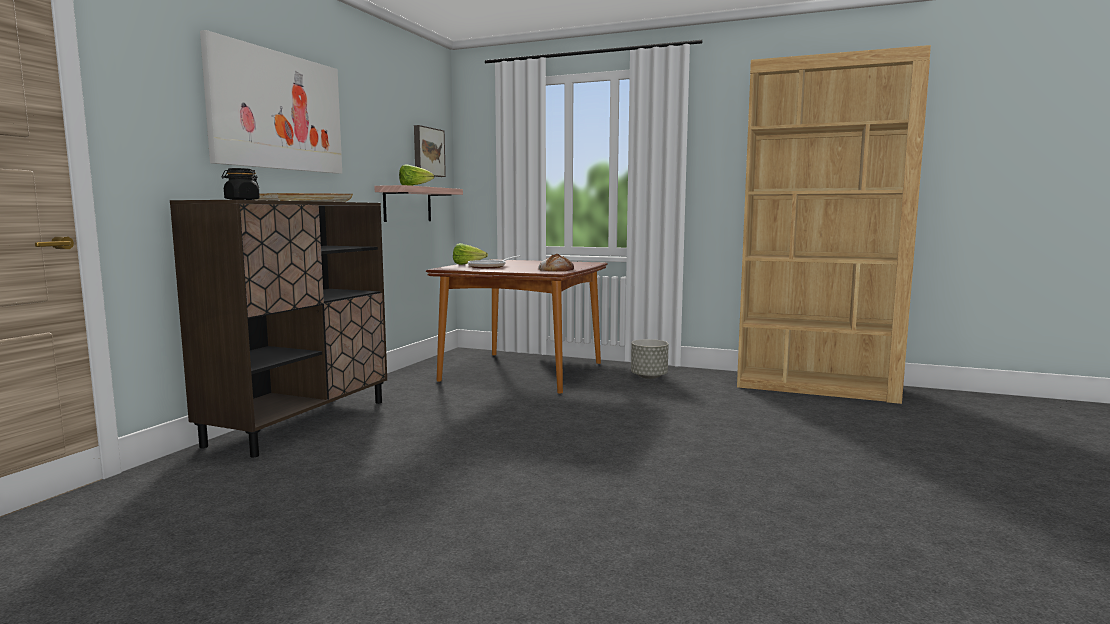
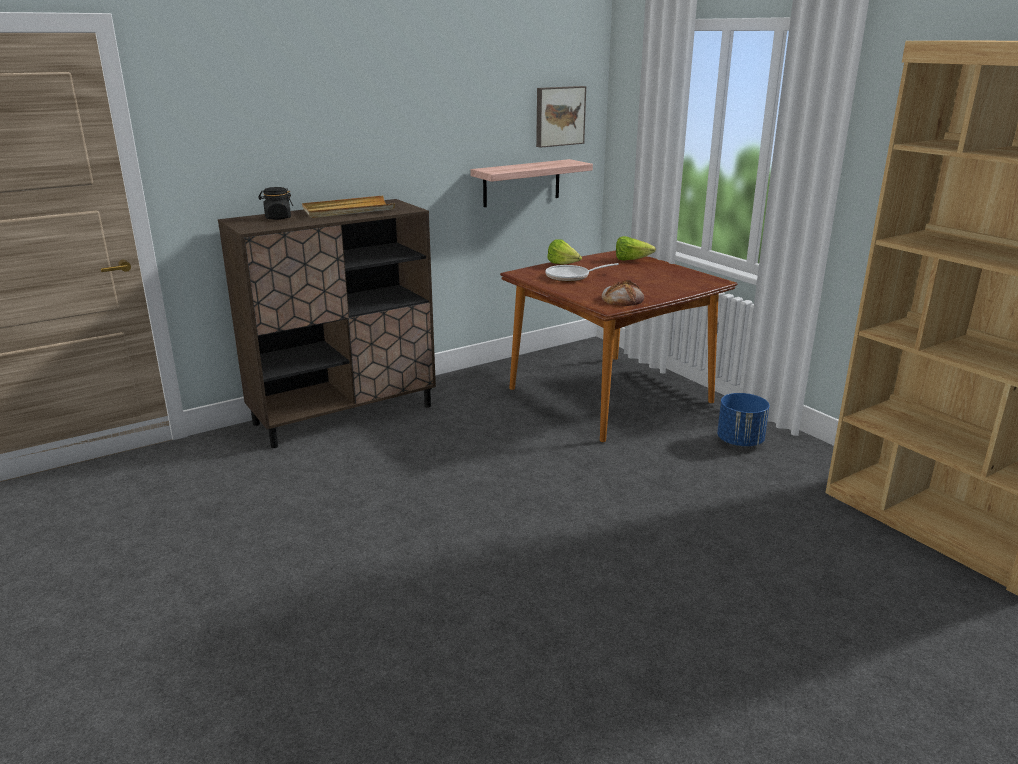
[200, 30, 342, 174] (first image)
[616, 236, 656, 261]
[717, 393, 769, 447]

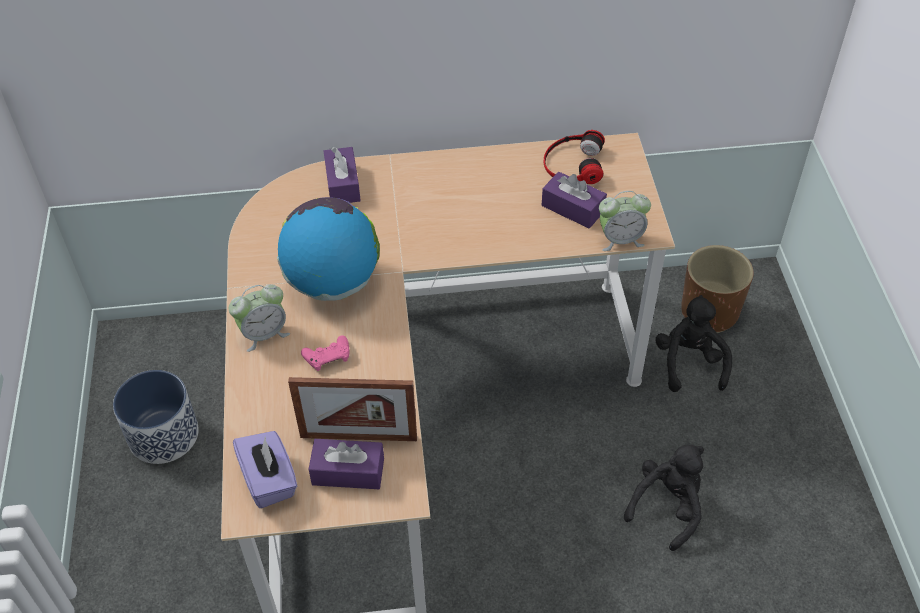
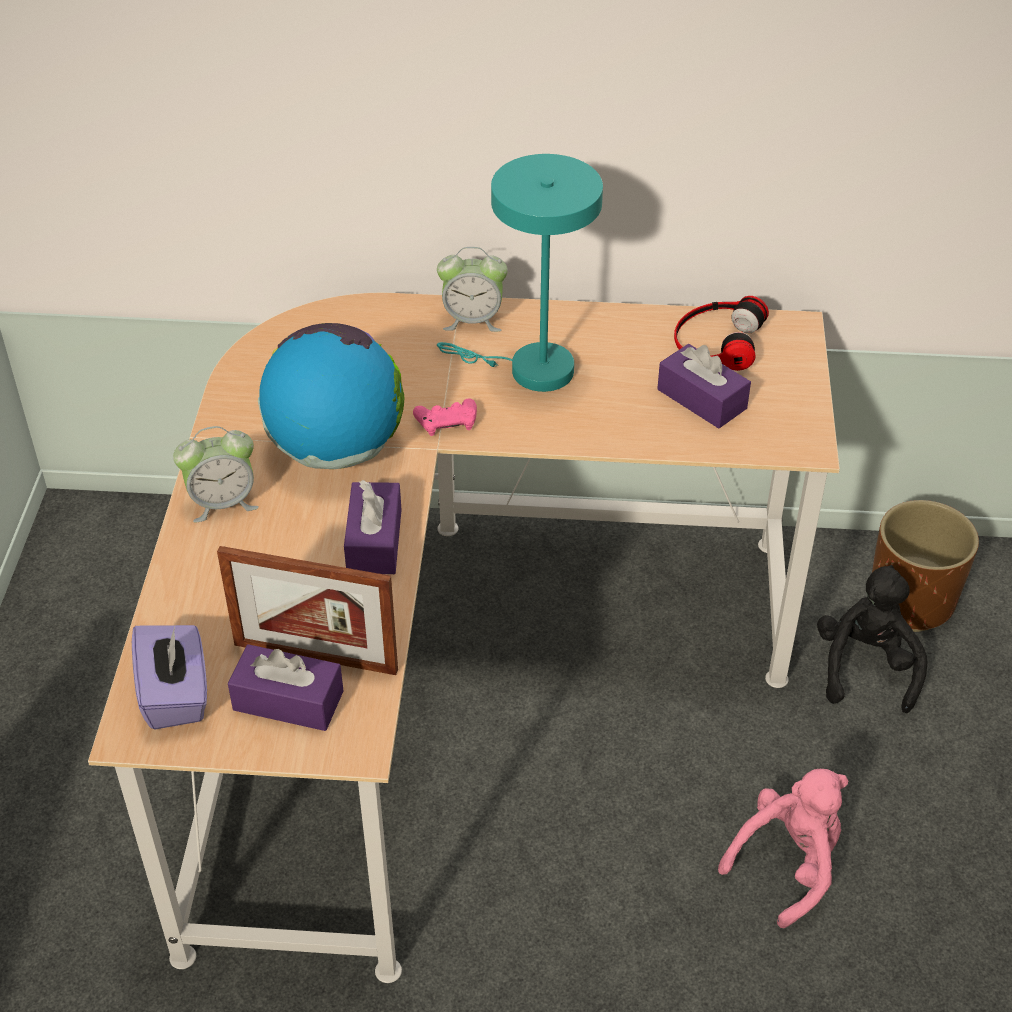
[113, 370, 199, 464] (first image)
[413, 398, 477, 436]
[344, 480, 401, 574]
[437, 247, 508, 332]
[718, 769, 848, 928]
[437, 154, 603, 392]

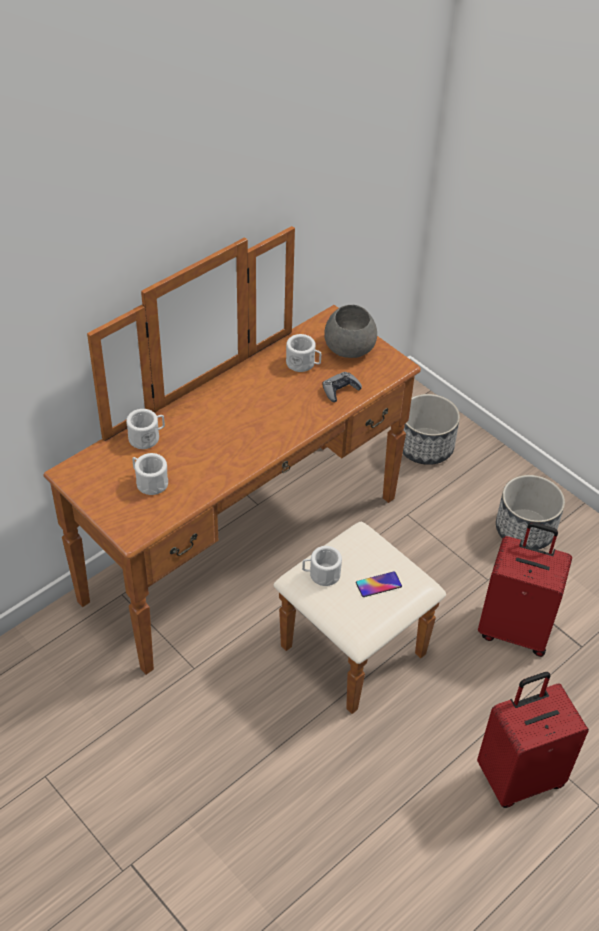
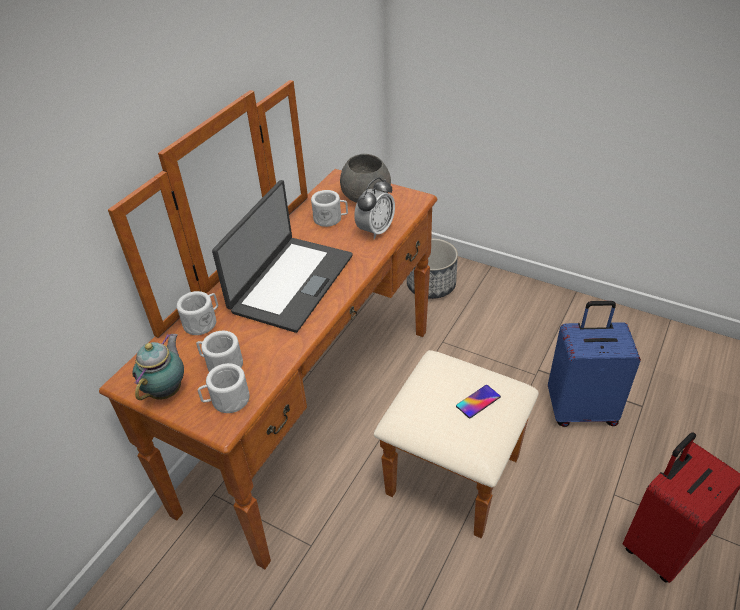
[198, 363, 250, 413]
[354, 177, 395, 240]
[548, 301, 641, 427]
[496, 475, 565, 550] (first image)
[132, 334, 184, 400]
[212, 180, 353, 333]

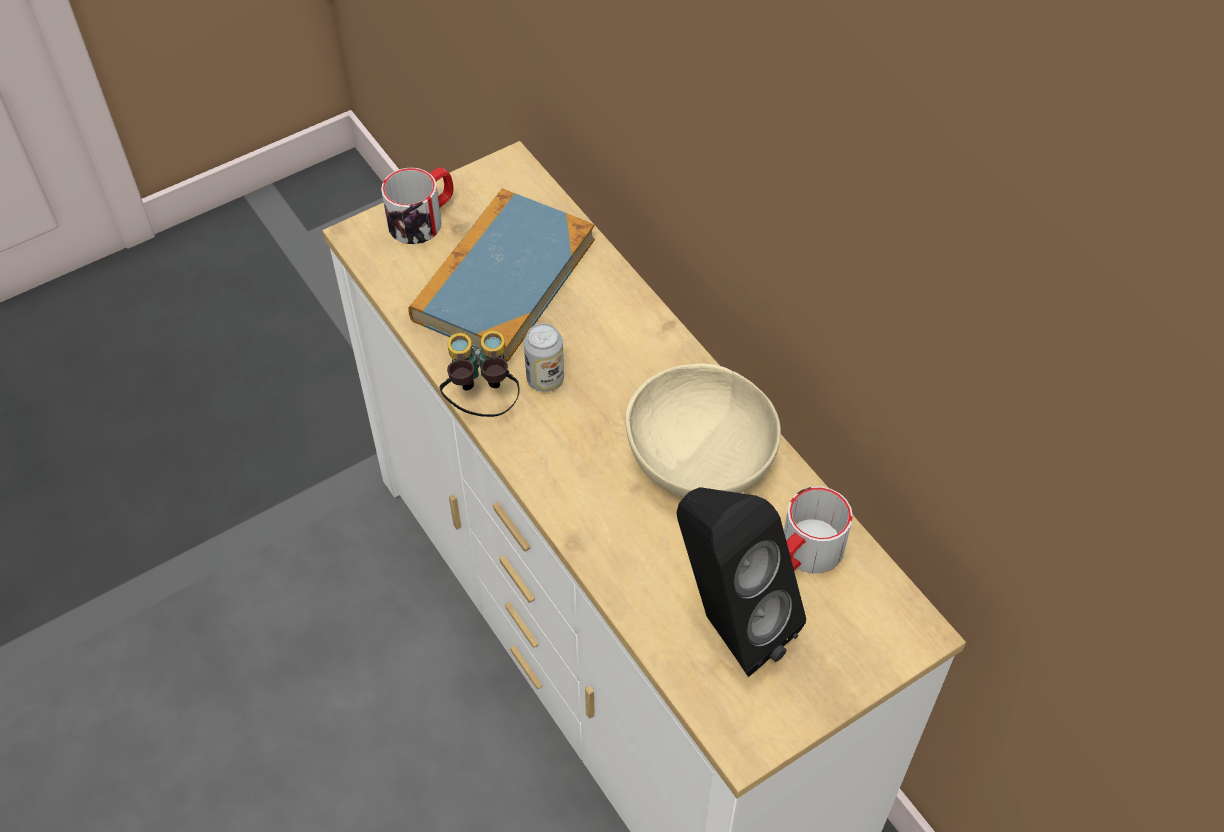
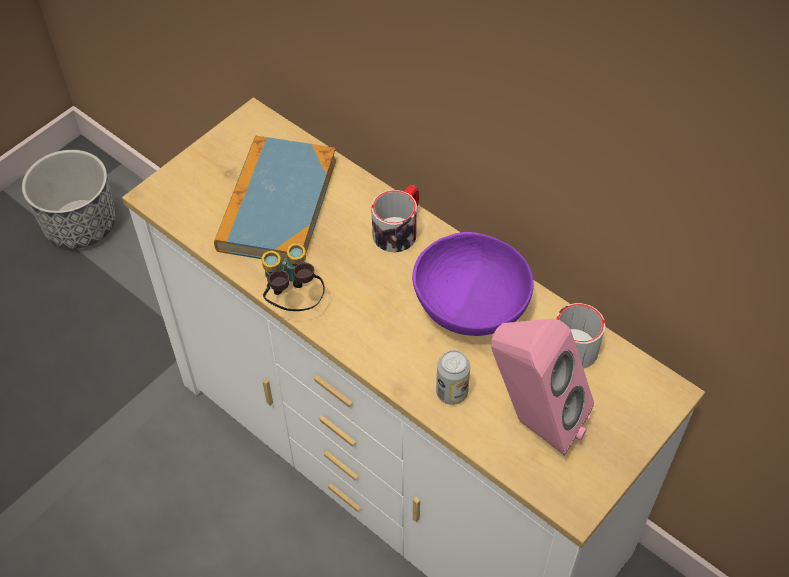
[371, 185, 419, 252]
[436, 350, 470, 405]
[412, 232, 533, 336]
[491, 319, 594, 456]
[22, 150, 116, 249]

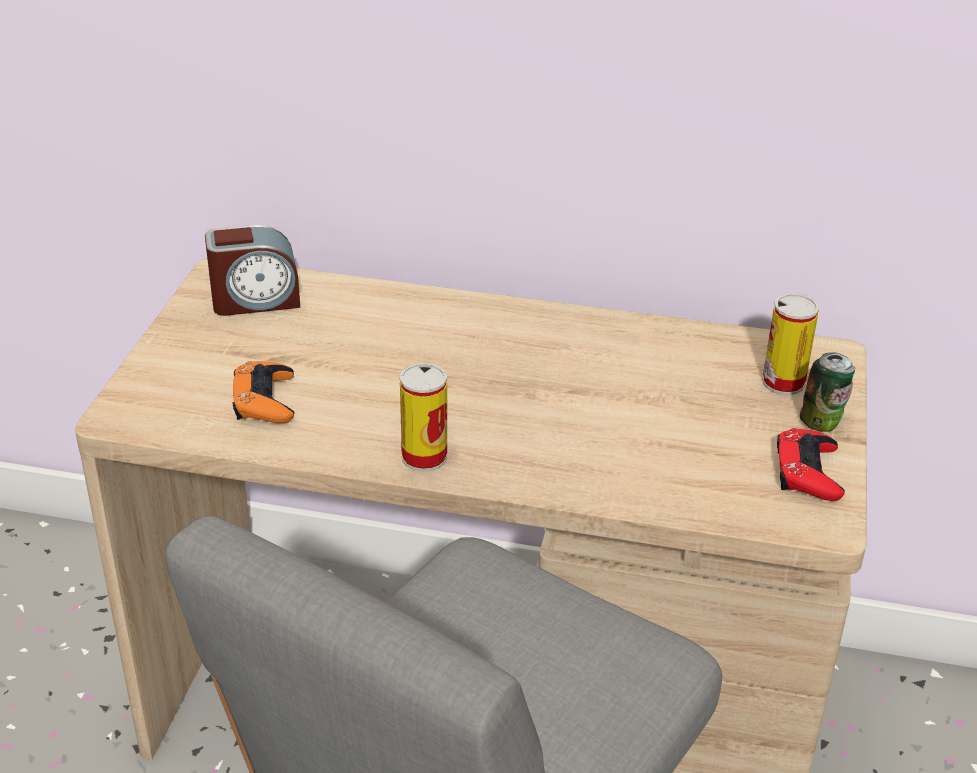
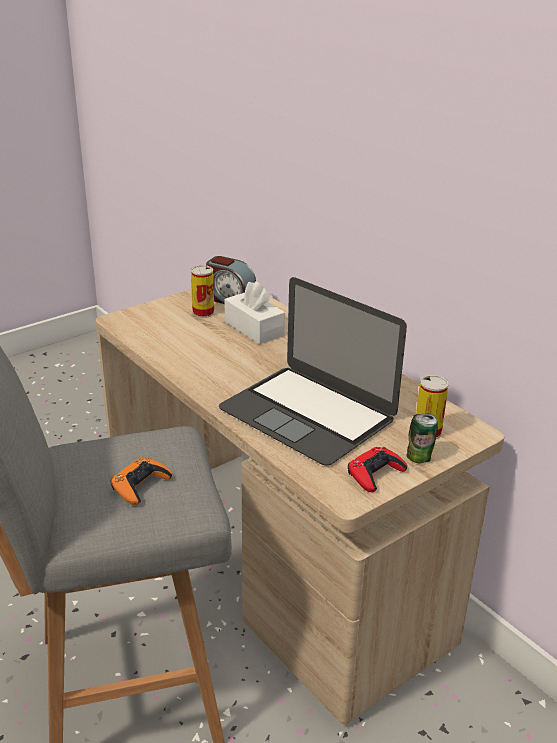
[111, 457, 172, 505]
[191, 265, 214, 318]
[219, 277, 407, 466]
[224, 281, 285, 344]

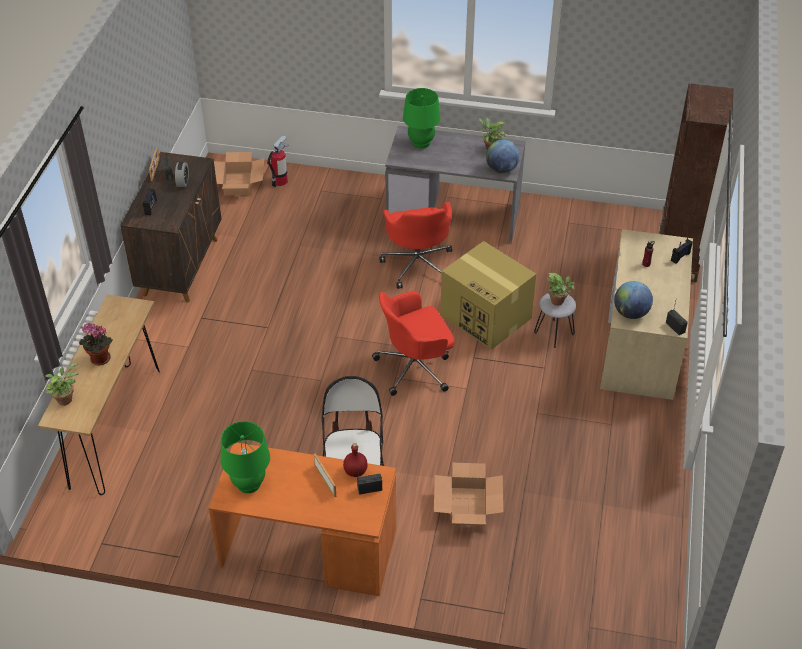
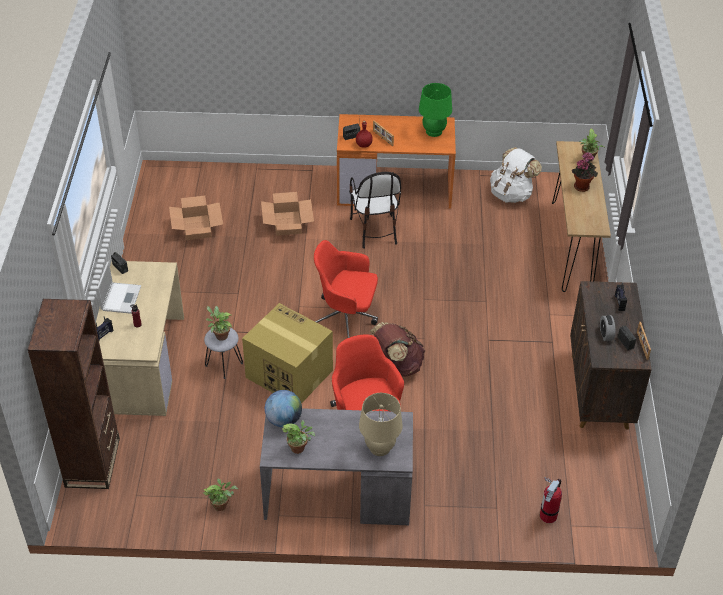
[169, 196, 223, 240]
[314, 240, 378, 338]
[359, 393, 403, 456]
[614, 281, 653, 319] (first image)
[97, 261, 141, 314]
[203, 479, 238, 511]
[370, 322, 425, 377]
[490, 147, 542, 203]

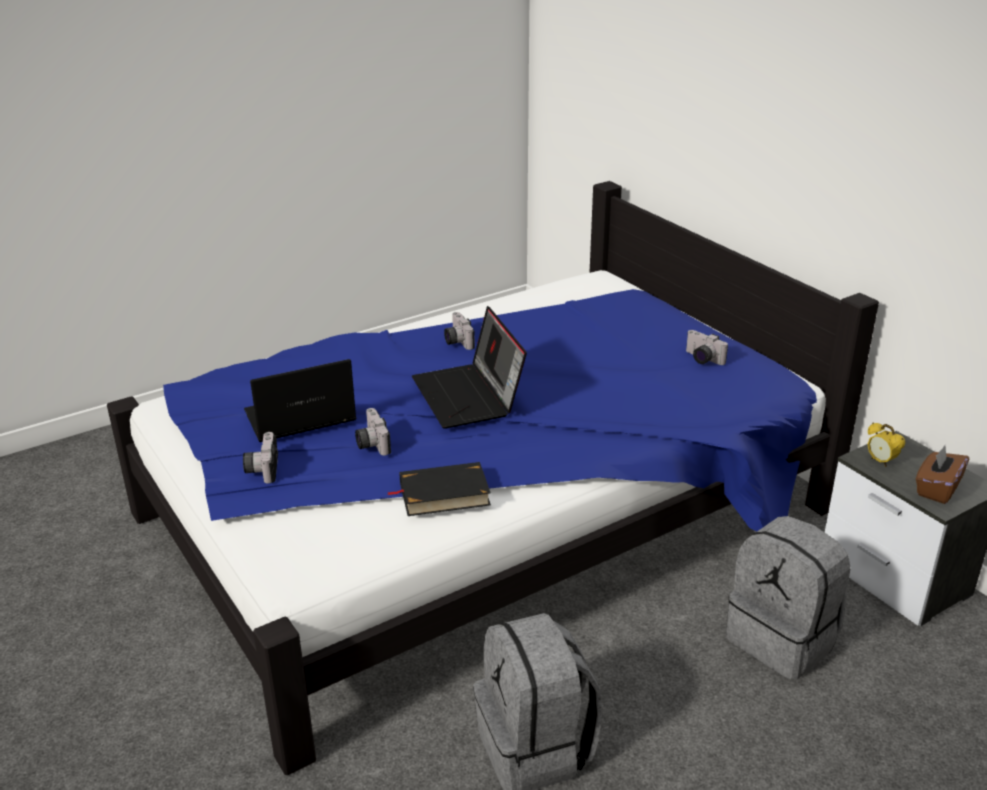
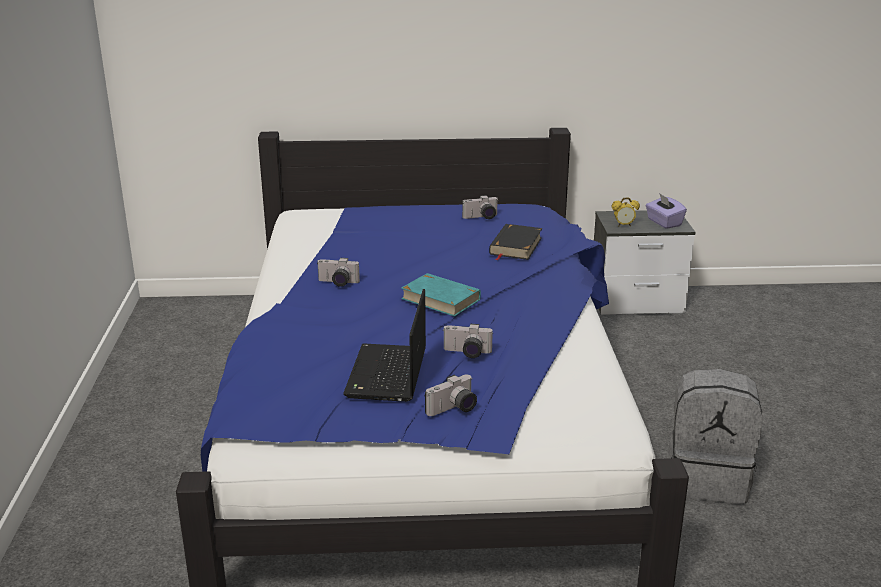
[425, 375, 477, 416]
[489, 224, 542, 261]
[401, 273, 481, 317]
[726, 516, 851, 680] (first image)
[646, 193, 687, 229]

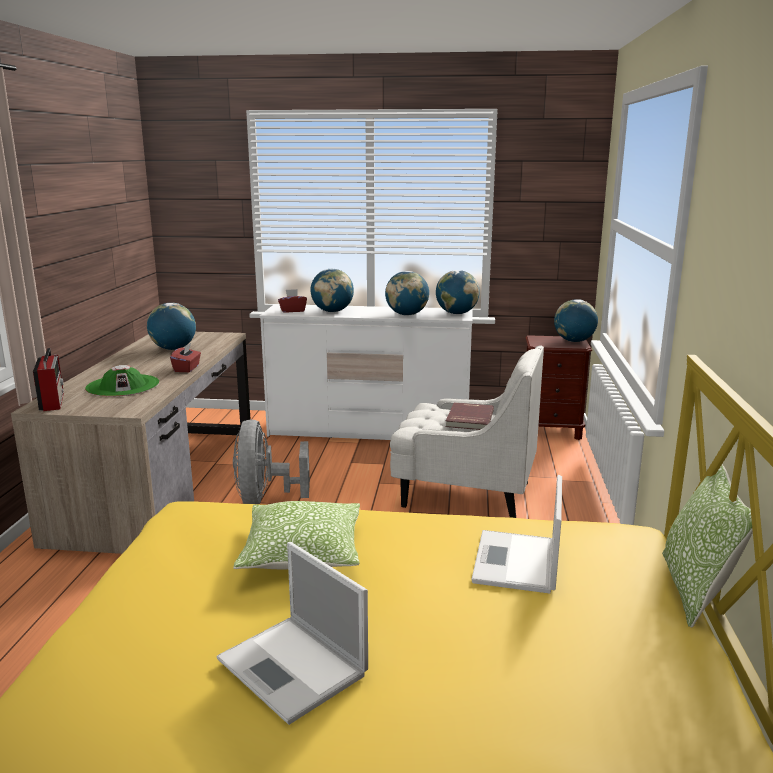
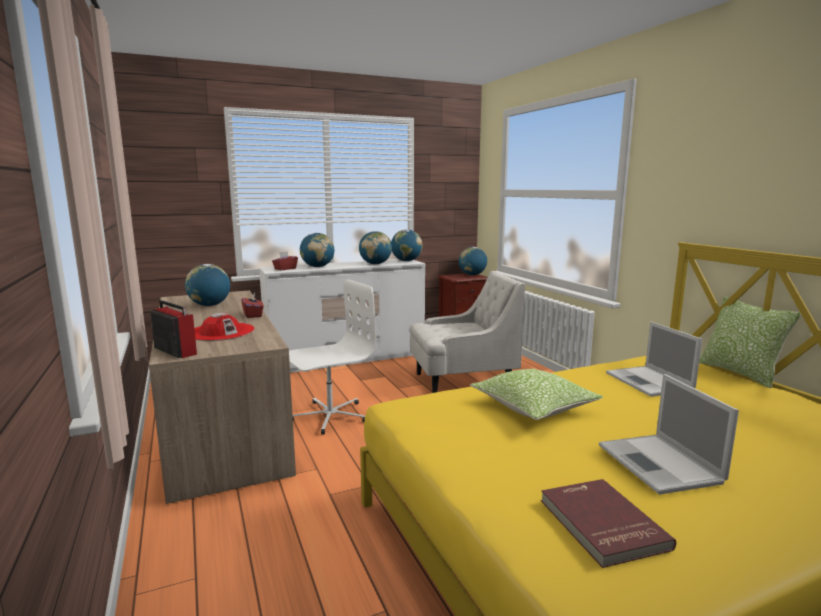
[194, 313, 255, 341]
[599, 374, 739, 495]
[289, 279, 377, 434]
[541, 479, 676, 568]

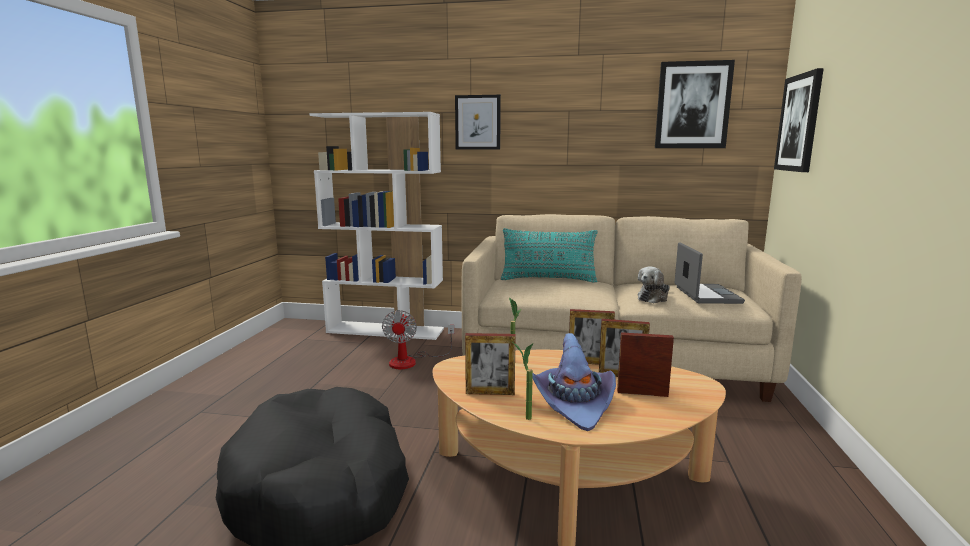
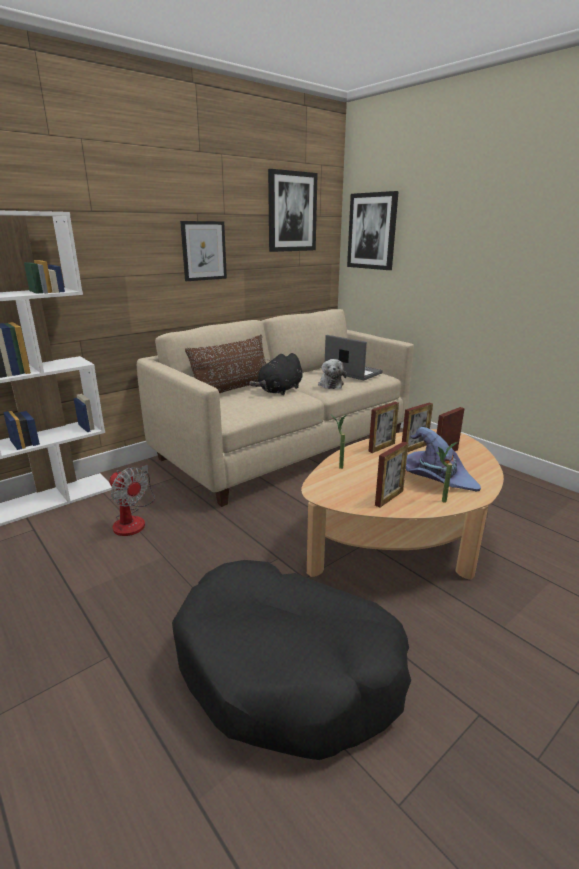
[180, 221, 227, 281]
[185, 335, 266, 393]
[249, 353, 303, 395]

